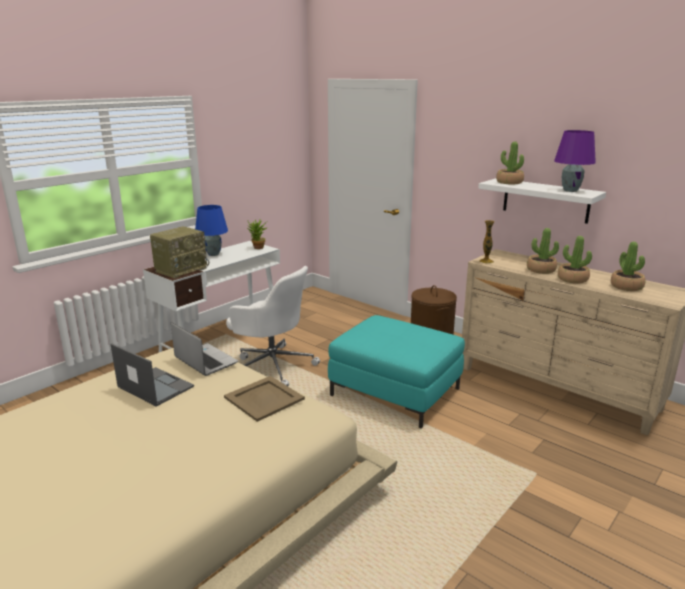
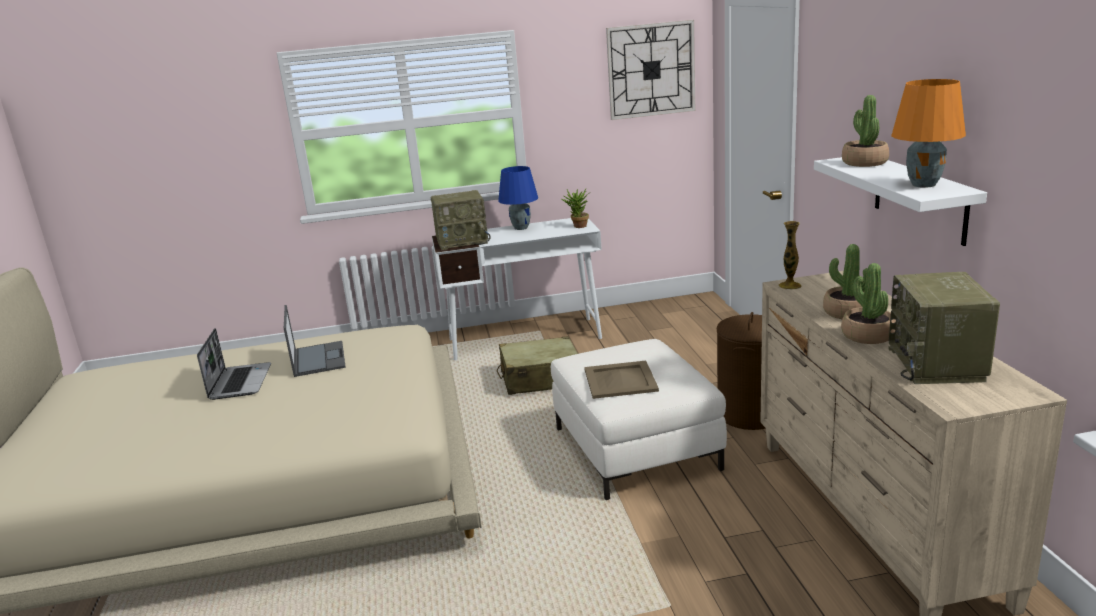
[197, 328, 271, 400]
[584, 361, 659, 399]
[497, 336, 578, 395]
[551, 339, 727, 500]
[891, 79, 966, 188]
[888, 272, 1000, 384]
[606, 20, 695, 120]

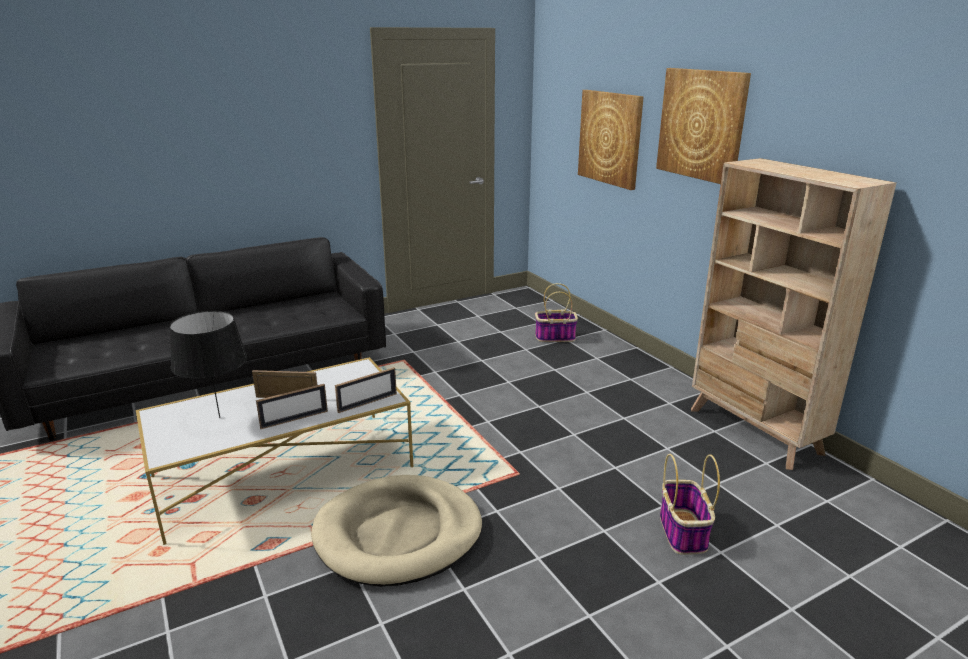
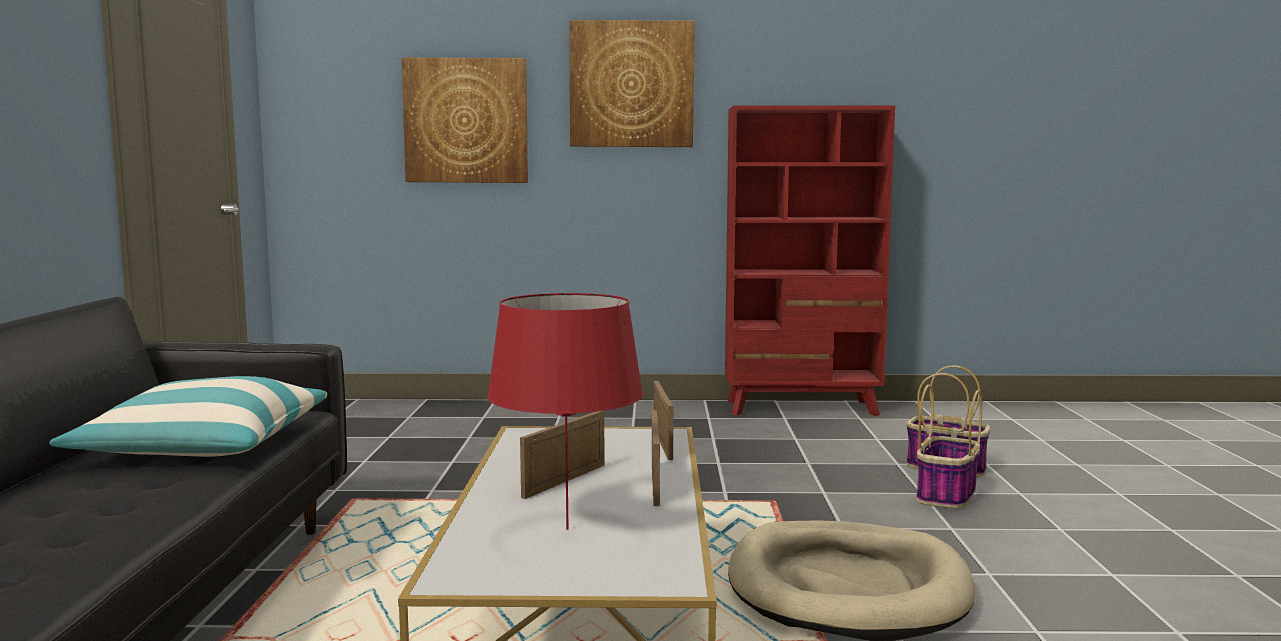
[487, 293, 643, 530]
[916, 385, 982, 508]
[725, 105, 895, 416]
[49, 376, 327, 457]

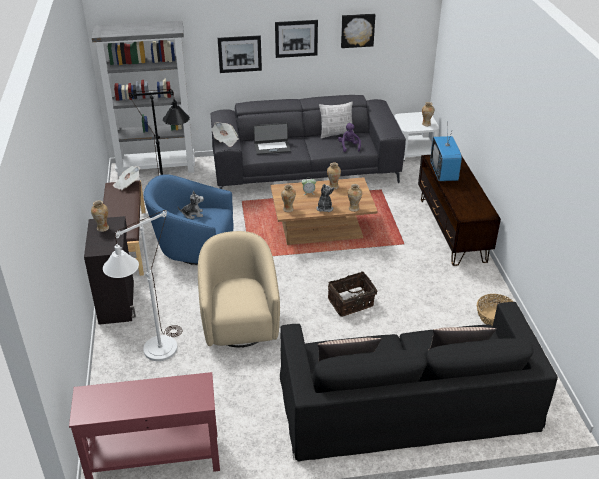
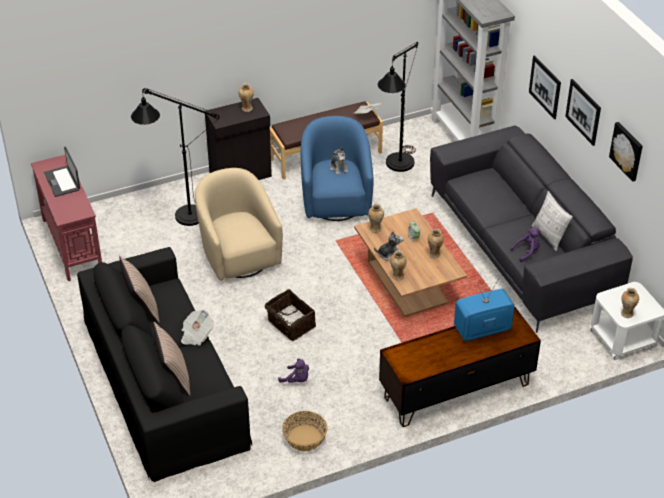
[131, 88, 220, 226]
[195, 168, 283, 281]
[181, 310, 214, 346]
[44, 146, 80, 197]
[278, 358, 309, 383]

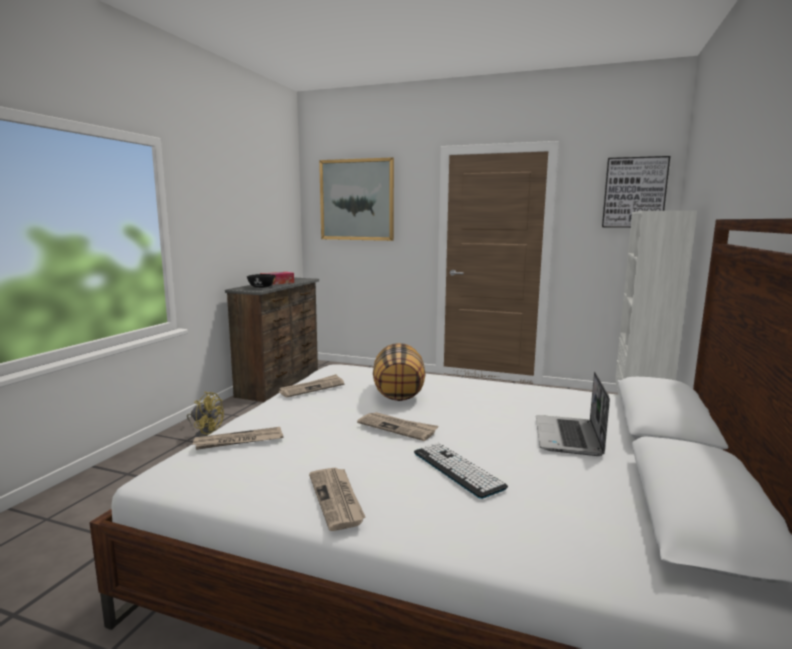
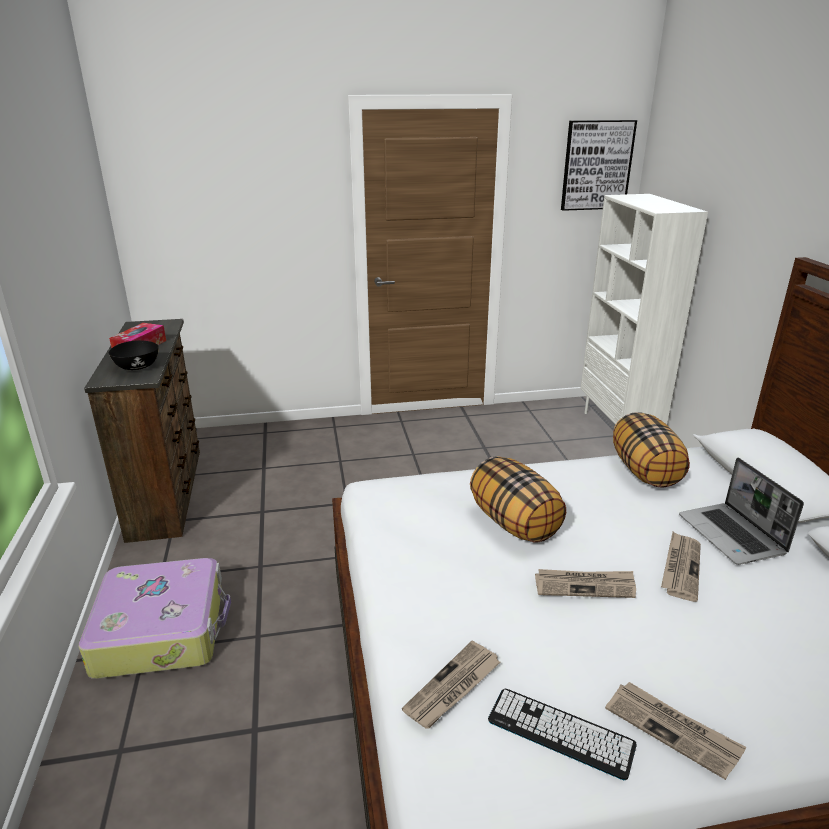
[79, 558, 231, 679]
[661, 532, 701, 602]
[319, 157, 394, 241] (first image)
[488, 689, 637, 780]
[613, 412, 690, 488]

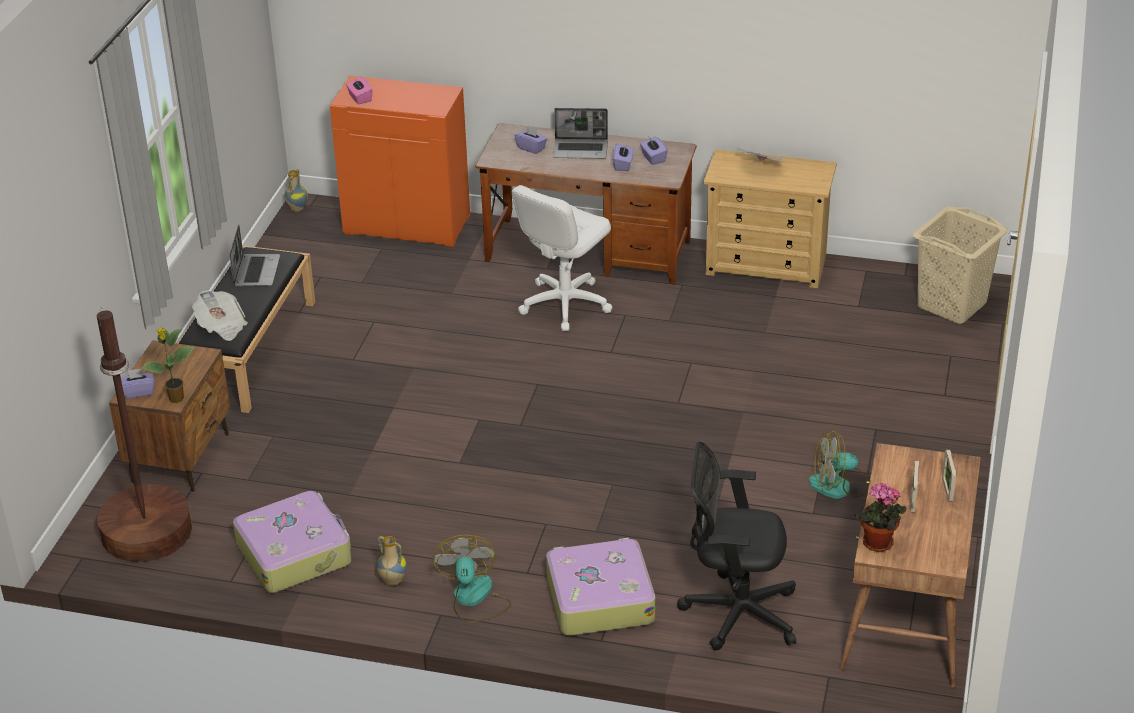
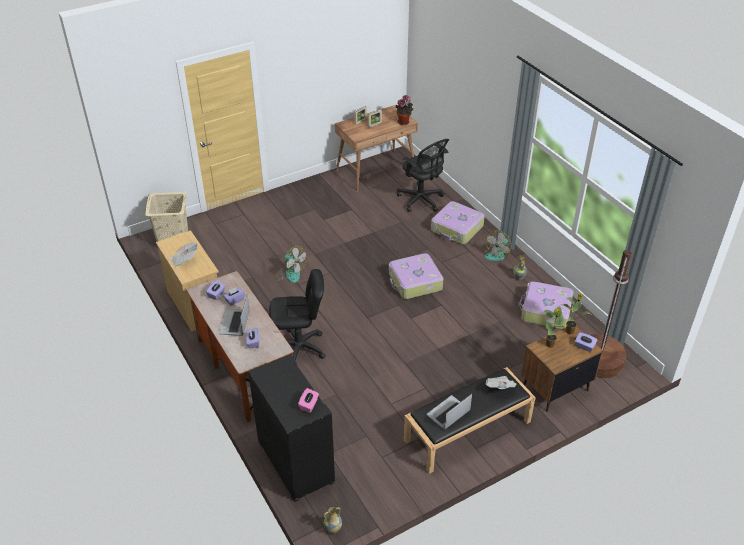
[248, 354, 335, 502]
[269, 269, 326, 361]
[219, 295, 250, 336]
[273, 246, 307, 283]
[389, 253, 443, 299]
[544, 306, 566, 348]

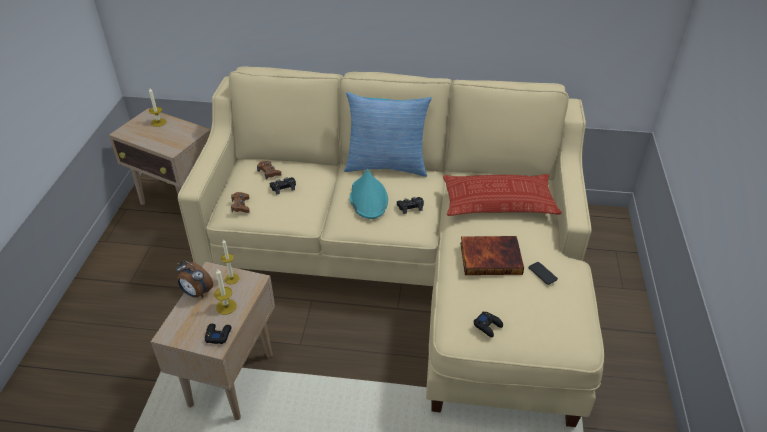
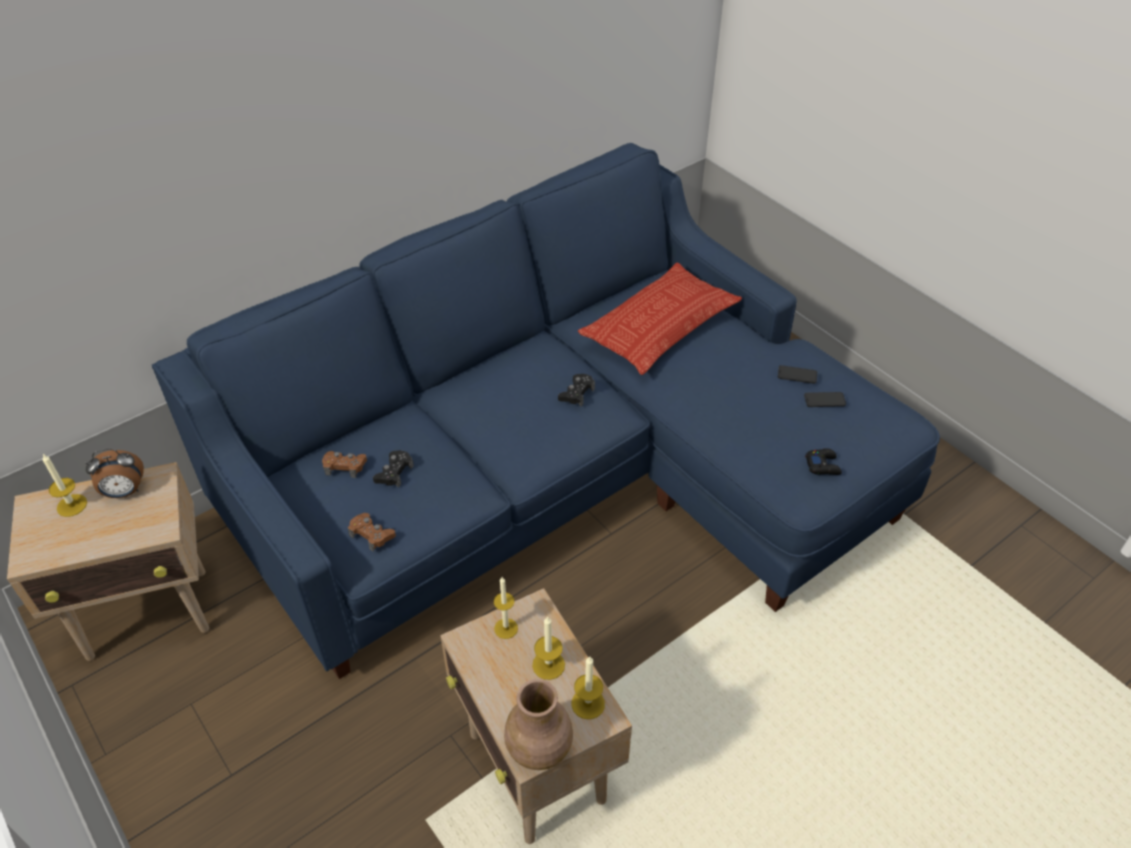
[85, 449, 144, 498]
[152, 143, 940, 679]
[571, 656, 605, 719]
[344, 92, 432, 177] (first image)
[350, 169, 388, 219] (first image)
[460, 236, 524, 275] (first image)
[504, 679, 573, 770]
[804, 392, 846, 407]

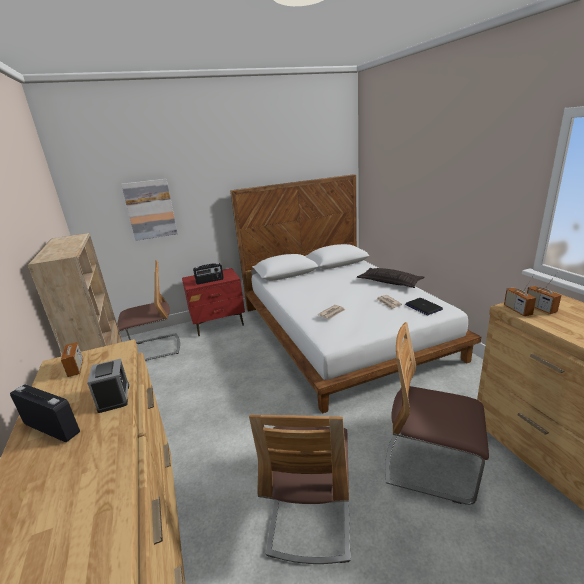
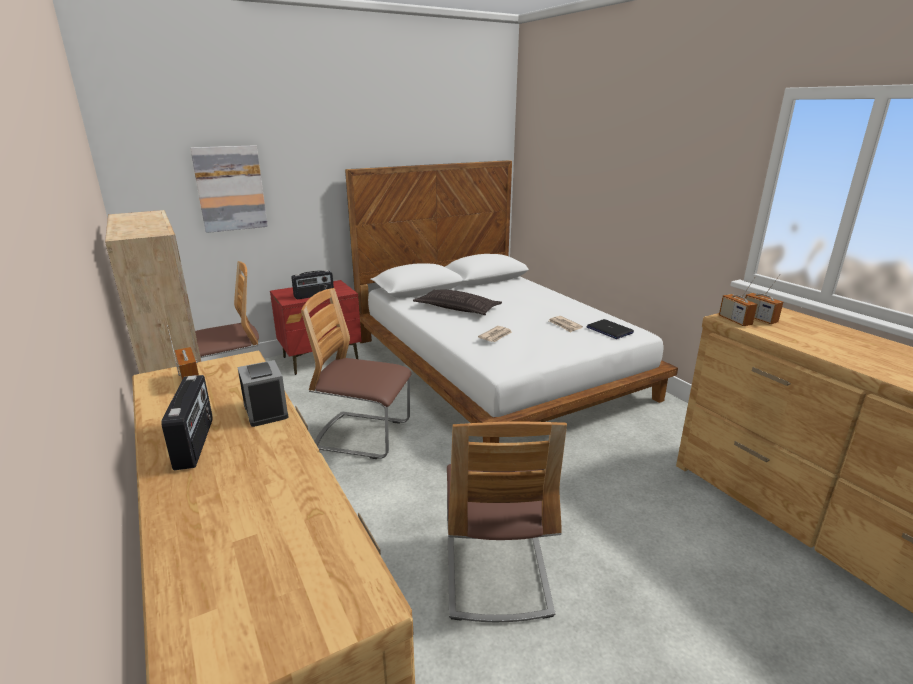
[161, 375, 213, 470]
[413, 290, 502, 315]
[301, 288, 412, 459]

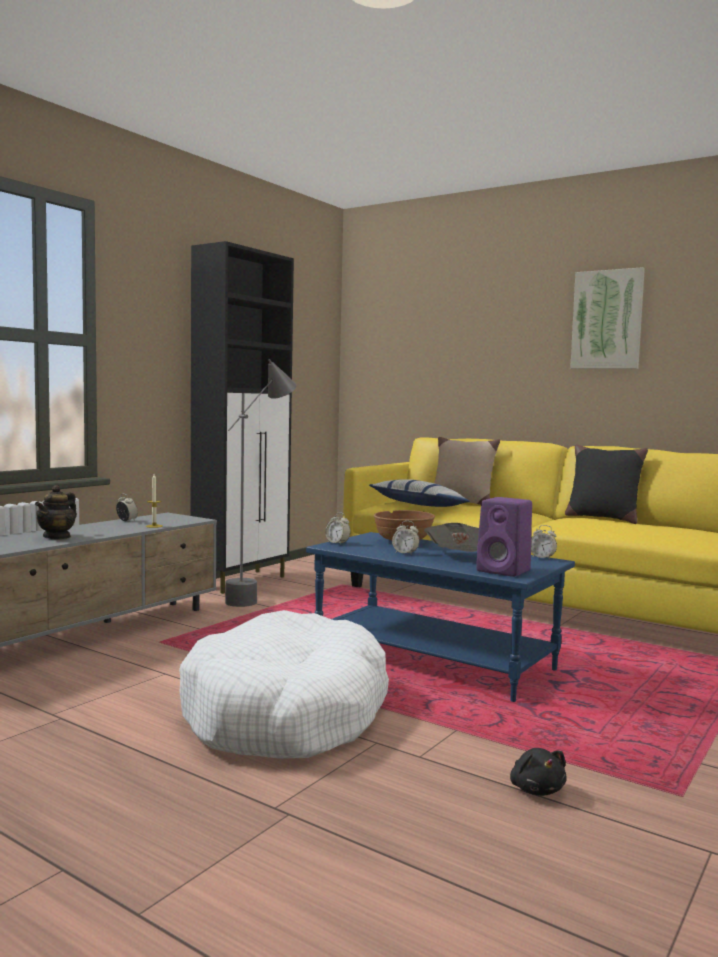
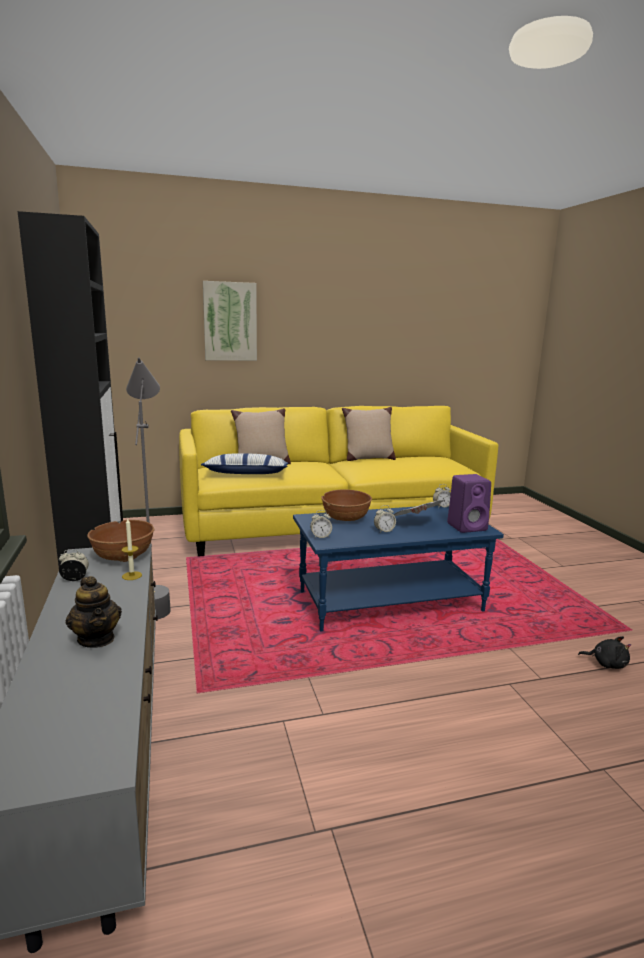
[179, 610, 389, 758] (first image)
[342, 407, 396, 461]
[203, 281, 257, 361]
[87, 520, 154, 562]

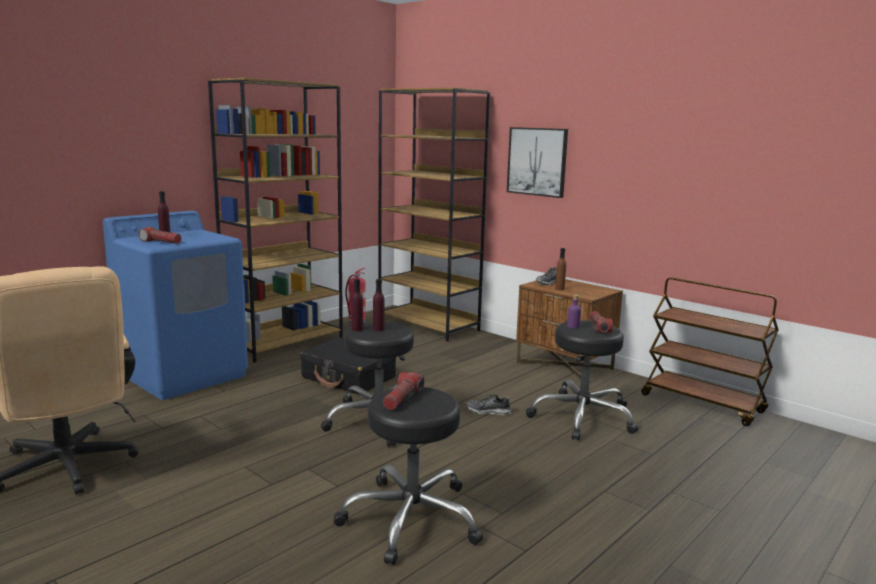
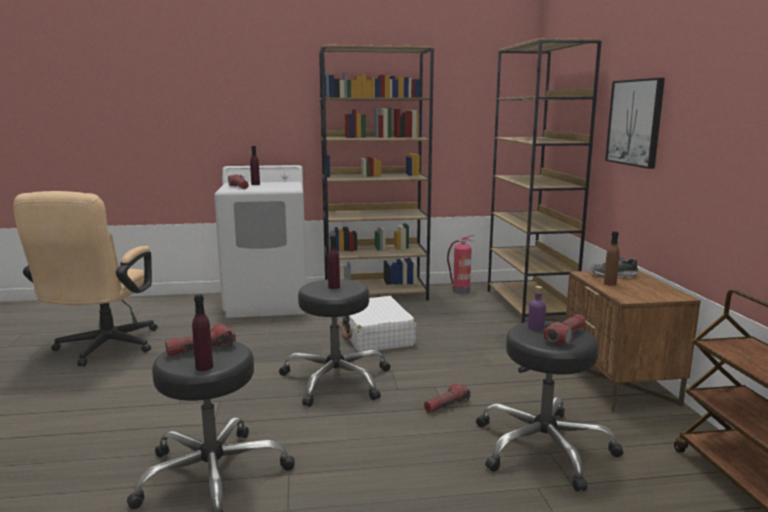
[214, 165, 307, 318]
[339, 296, 416, 352]
[192, 294, 213, 371]
[424, 383, 470, 413]

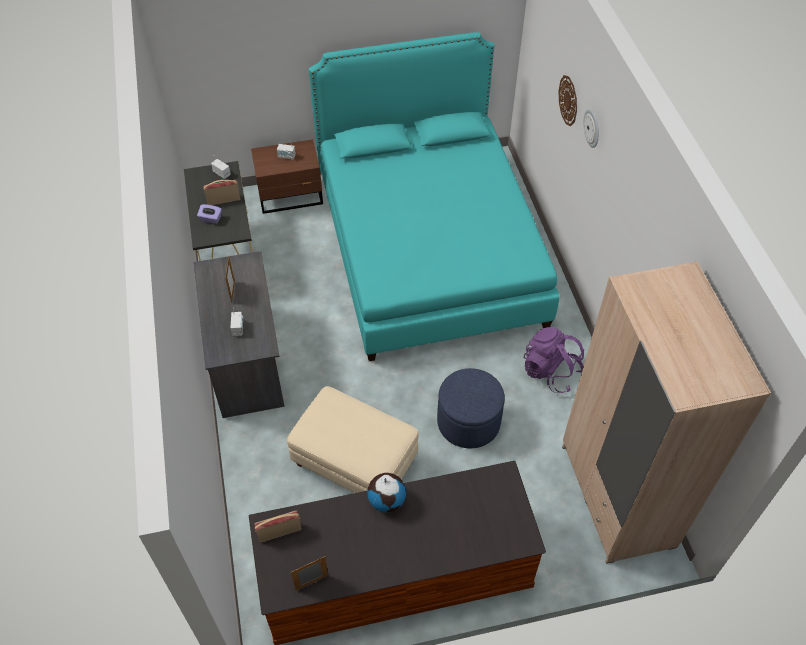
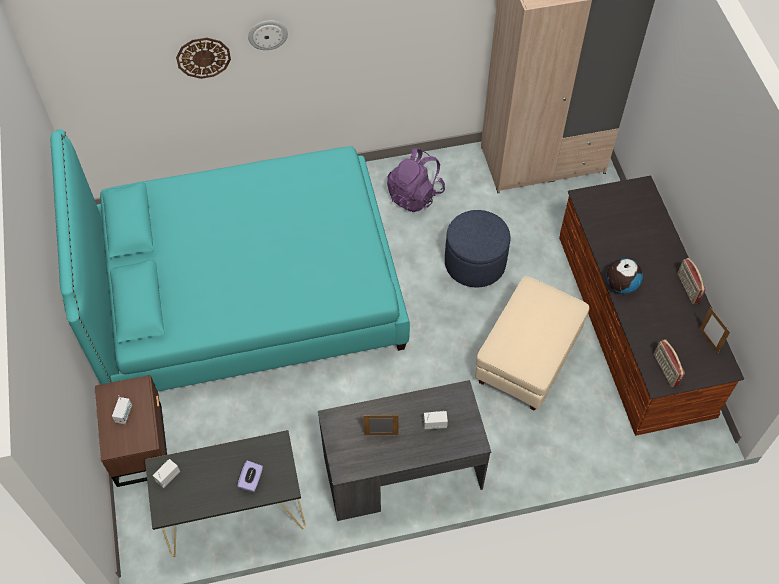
[677, 258, 706, 304]

